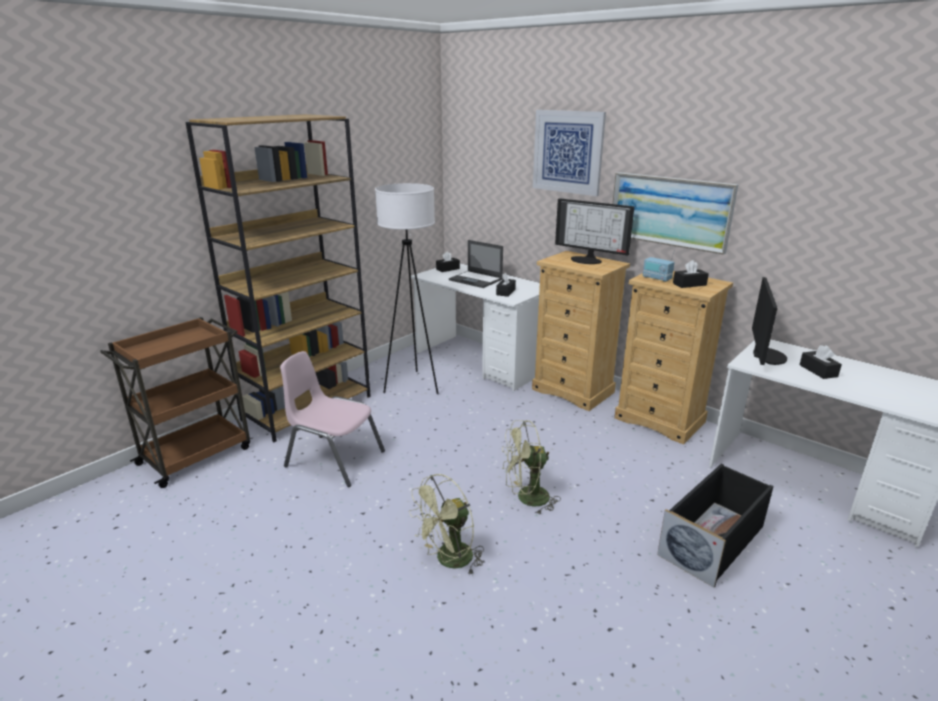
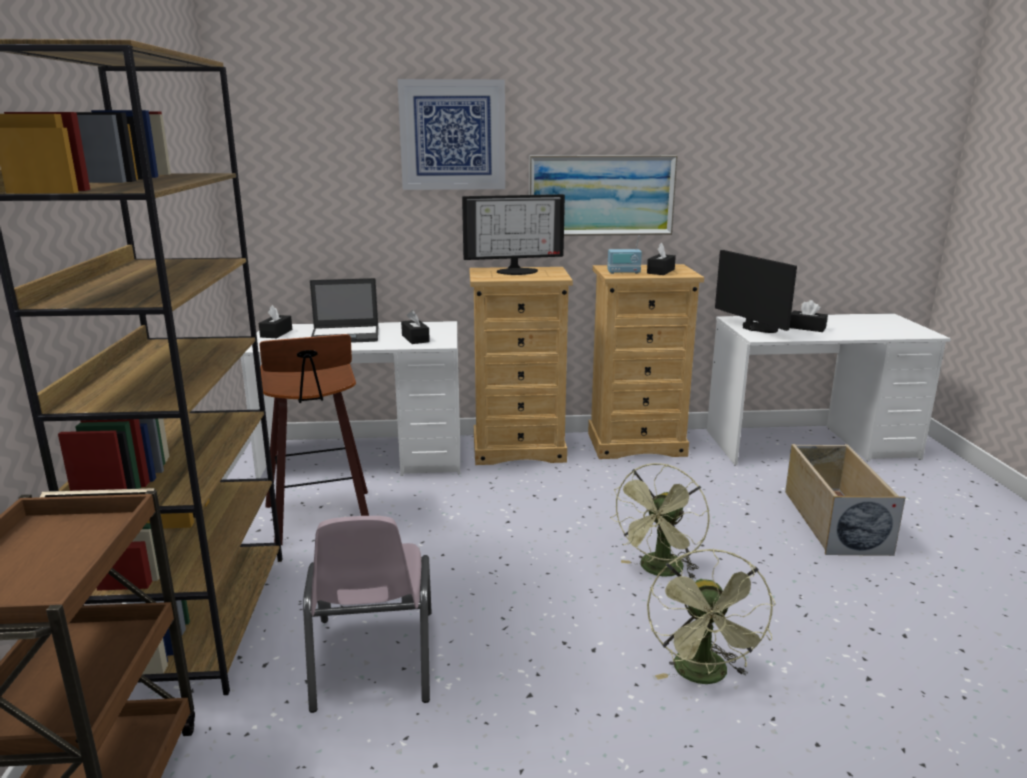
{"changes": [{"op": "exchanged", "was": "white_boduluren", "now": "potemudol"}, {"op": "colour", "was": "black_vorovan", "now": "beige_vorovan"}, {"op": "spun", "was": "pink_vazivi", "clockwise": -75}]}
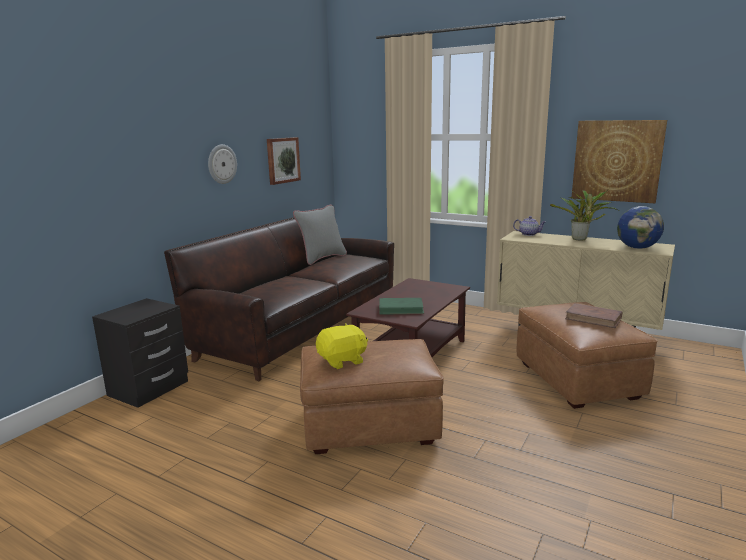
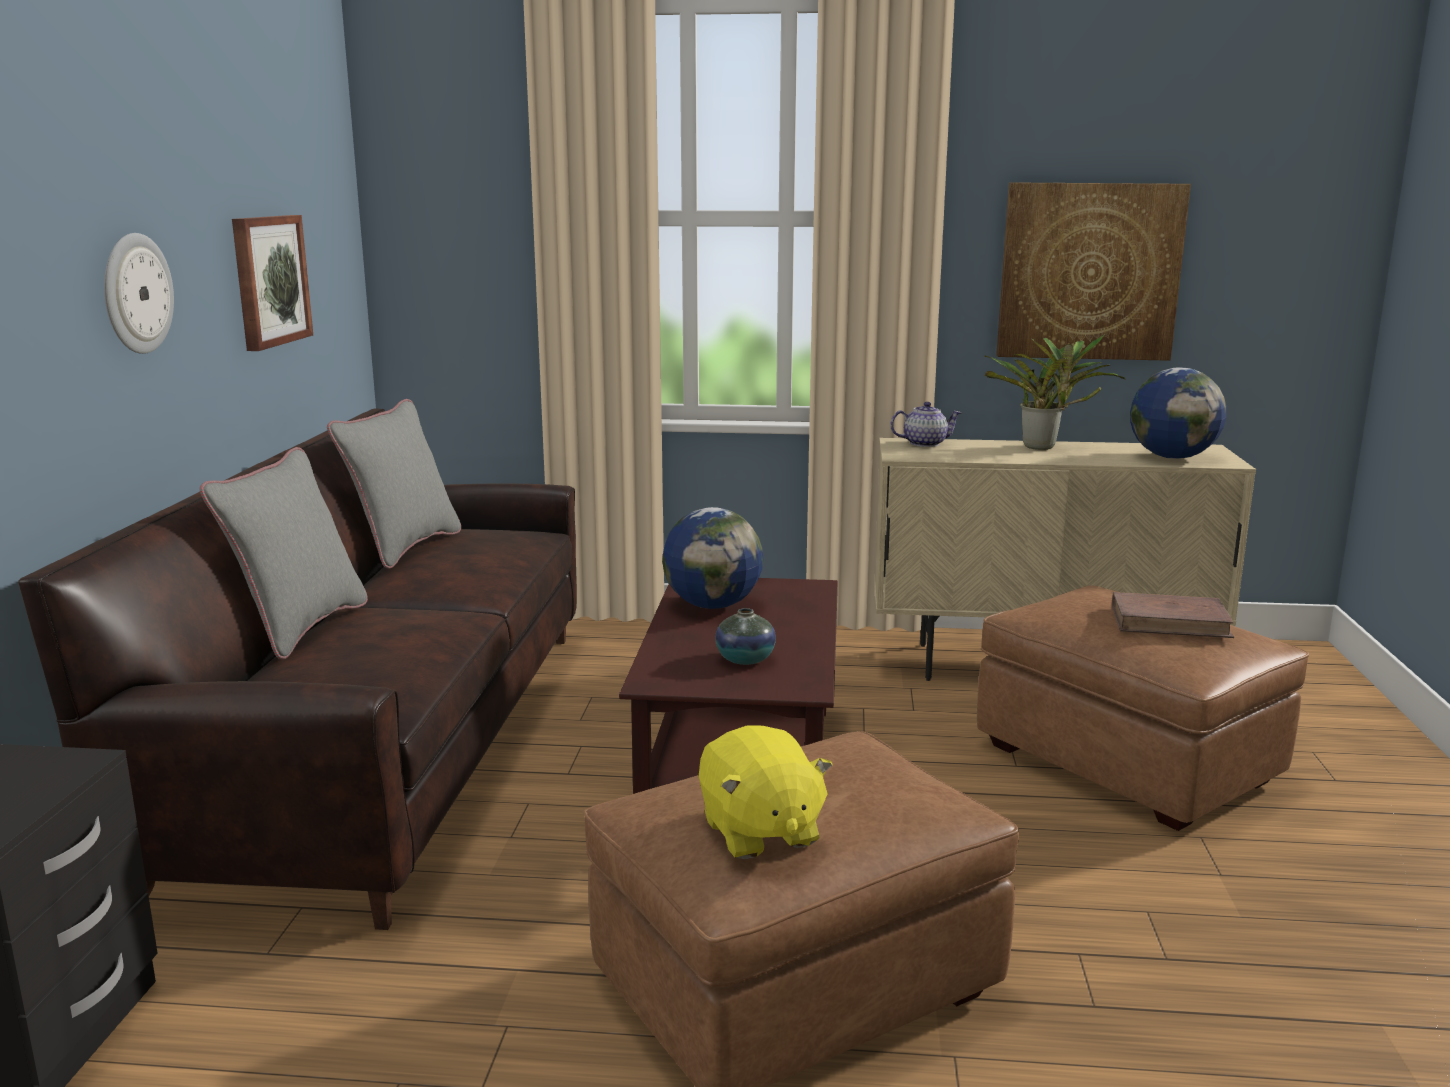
{"changes": [{"op": "appeared", "now": "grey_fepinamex (no. 1 from left)"}, {"op": "appeared", "now": "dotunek (no. 1 from left)"}, {"op": "exchanged", "was": "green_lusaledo", "now": "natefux"}, {"op": "spun", "was": "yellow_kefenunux", "clockwise": 120}]}
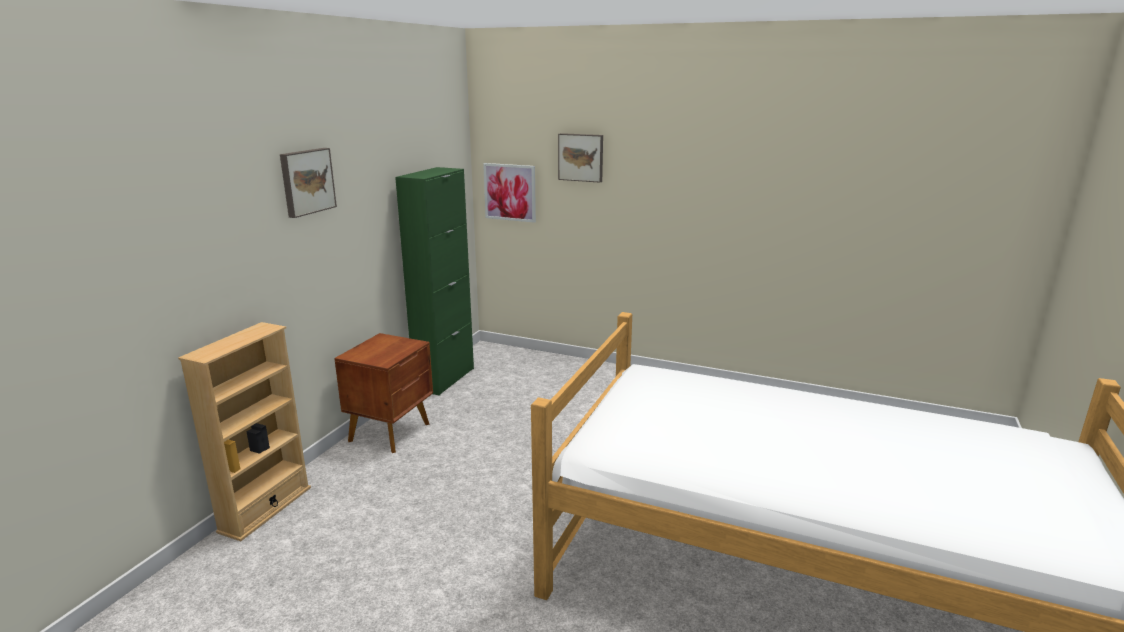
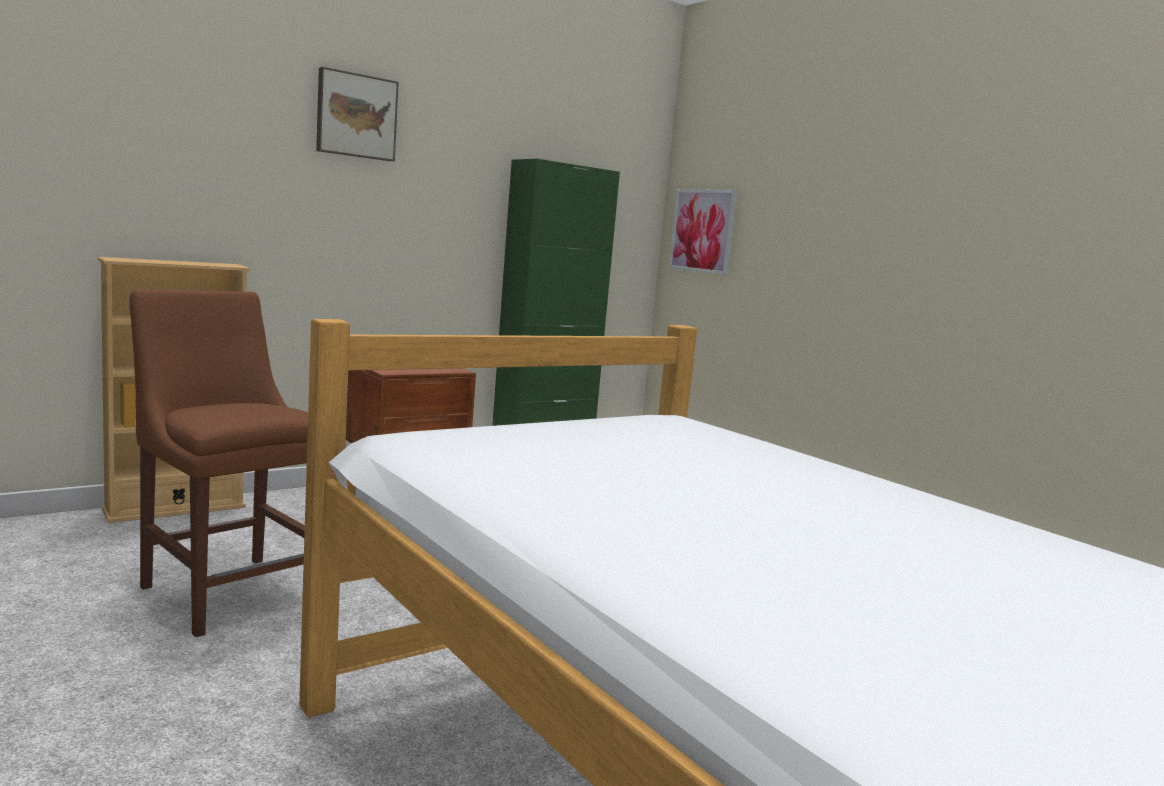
{"changes": [{"op": "missing", "was": "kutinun (no. 3 from left)"}, {"op": "appeared", "now": "brown_vazivi"}]}
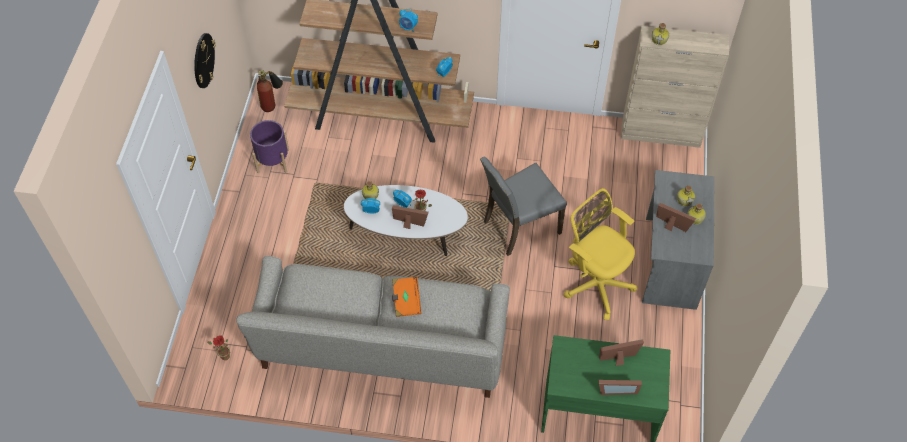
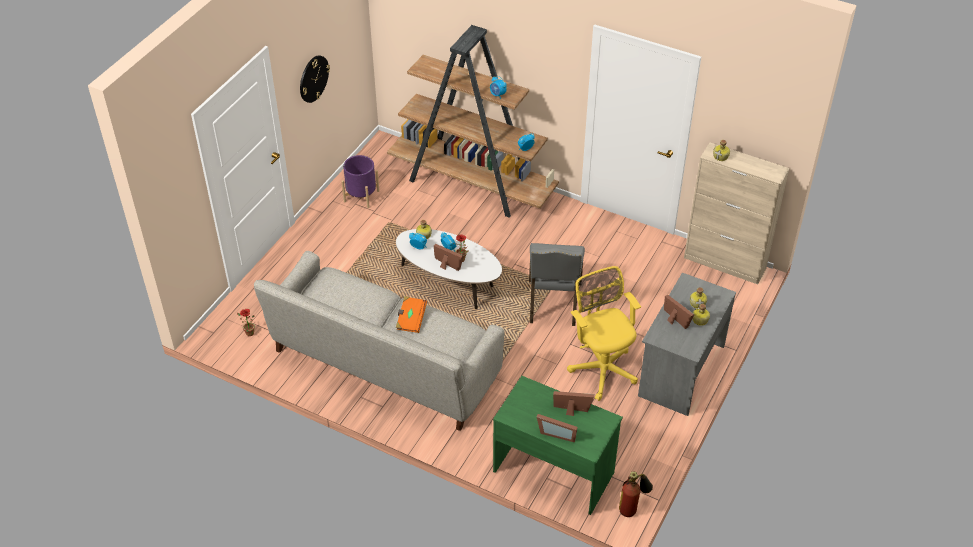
{"changes": [{"op": "relocated", "was": "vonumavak"}, {"op": "spun", "was": "grey_vazivi", "clockwise": -75}]}
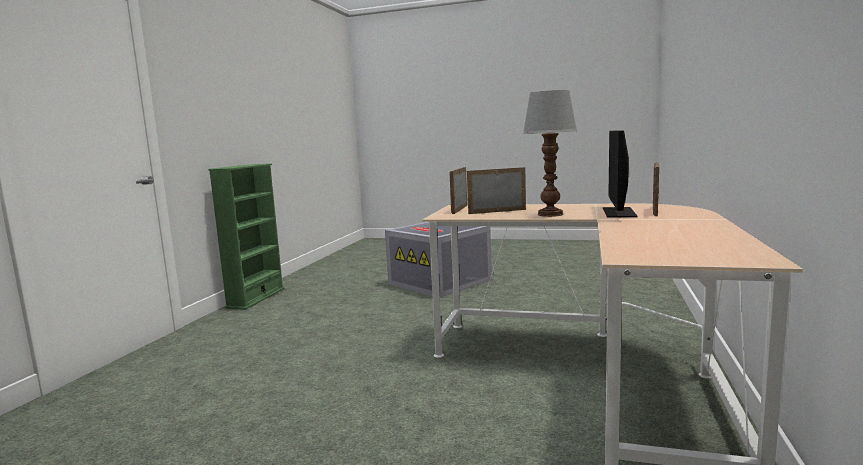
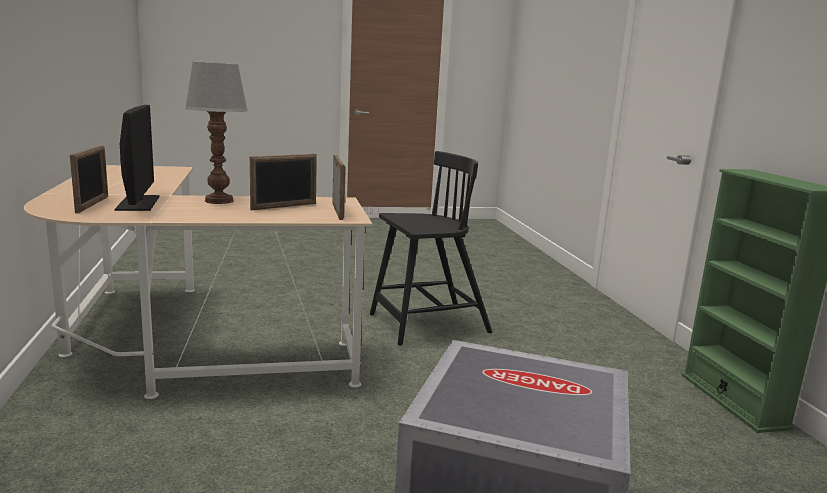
{"changes": [{"op": "appeared", "now": "black_vazivi"}]}
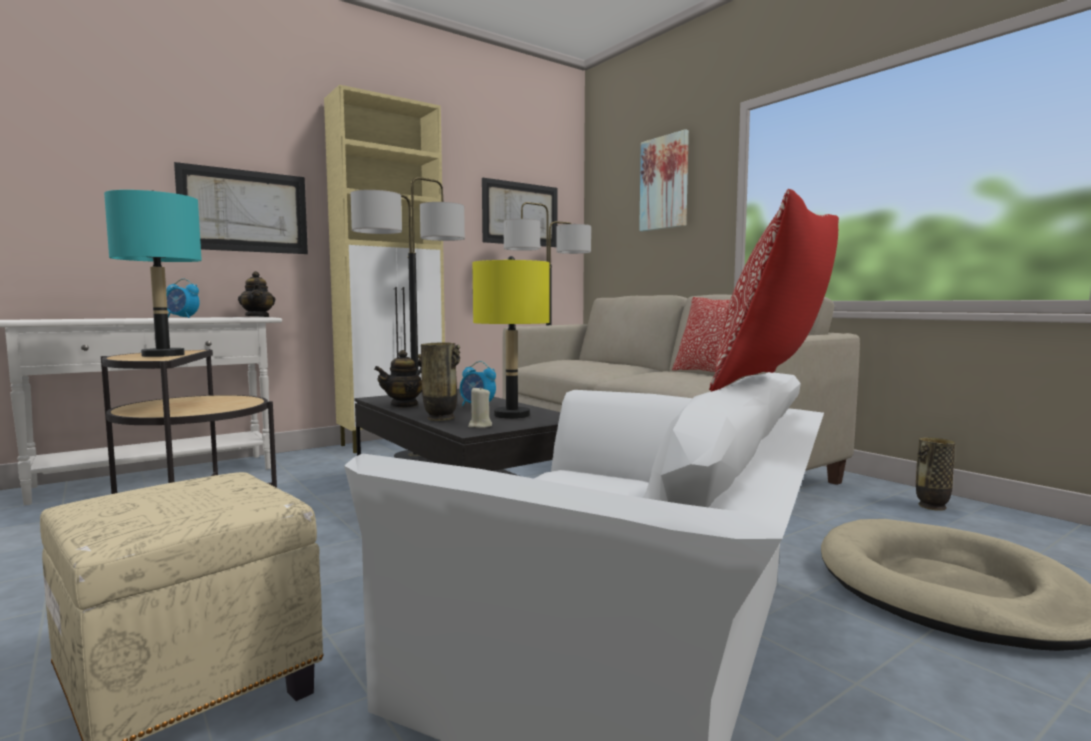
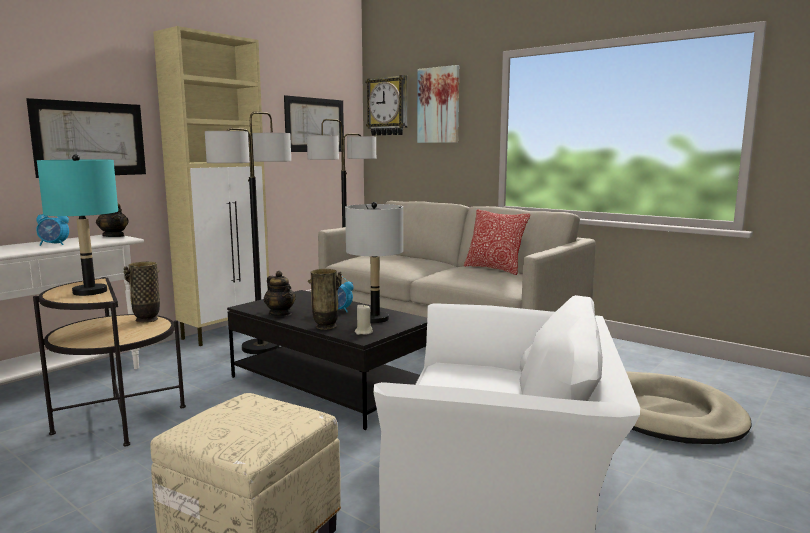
{"changes": [{"op": "missing", "was": "fepinamex (no. 2 from left)"}, {"op": "appeared", "now": "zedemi"}, {"op": "relocated", "was": "natefux (no. 2 from left in the first image)", "now": "natefux (no. 1 from left)"}, {"op": "colour", "was": "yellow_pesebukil", "now": "grey_pesebukil"}, {"op": "spun", "was": "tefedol (no. 2 from left)", "clockwise": -75}]}
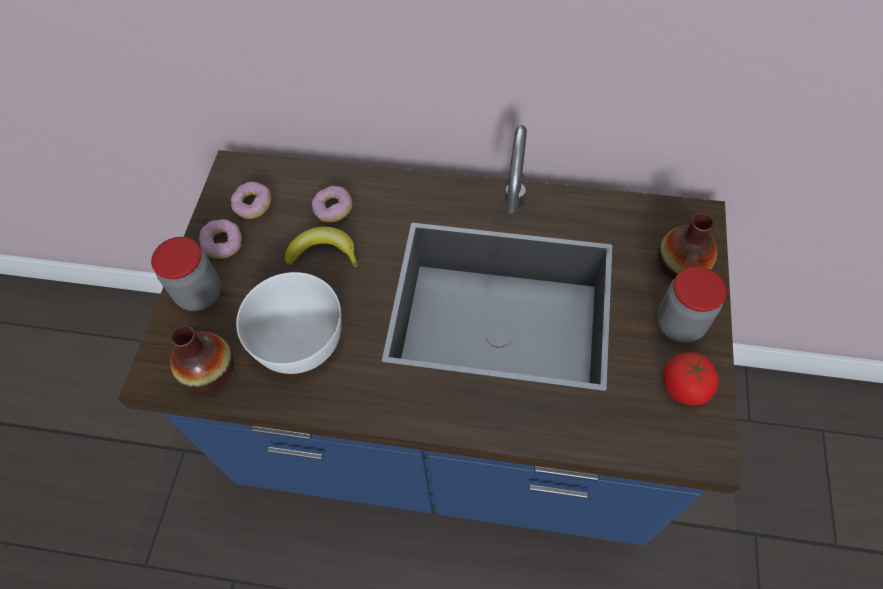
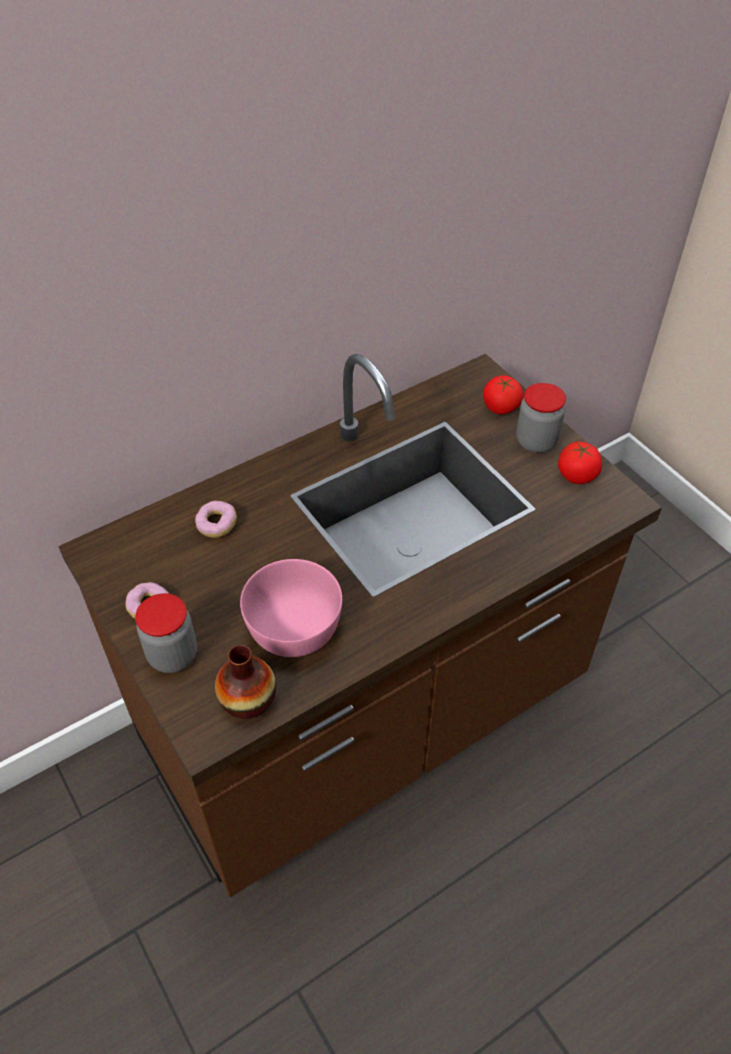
{"changes": [{"op": "missing", "was": "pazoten (no. 2 from left)"}, {"op": "missing", "was": "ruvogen"}, {"op": "exchanged", "was": "natefux (no. 2 from left)", "now": "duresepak (no. 1 from left)"}, {"op": "colour", "was": "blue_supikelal", "now": "brown_supikelal"}, {"op": "colour", "was": "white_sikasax", "now": "pink_sikasax"}]}
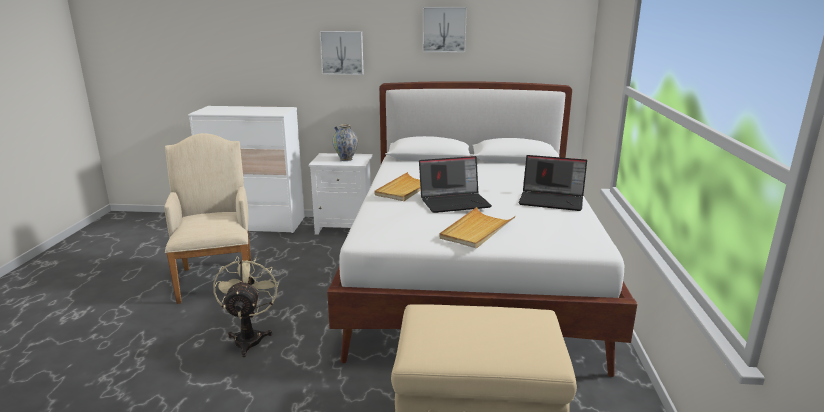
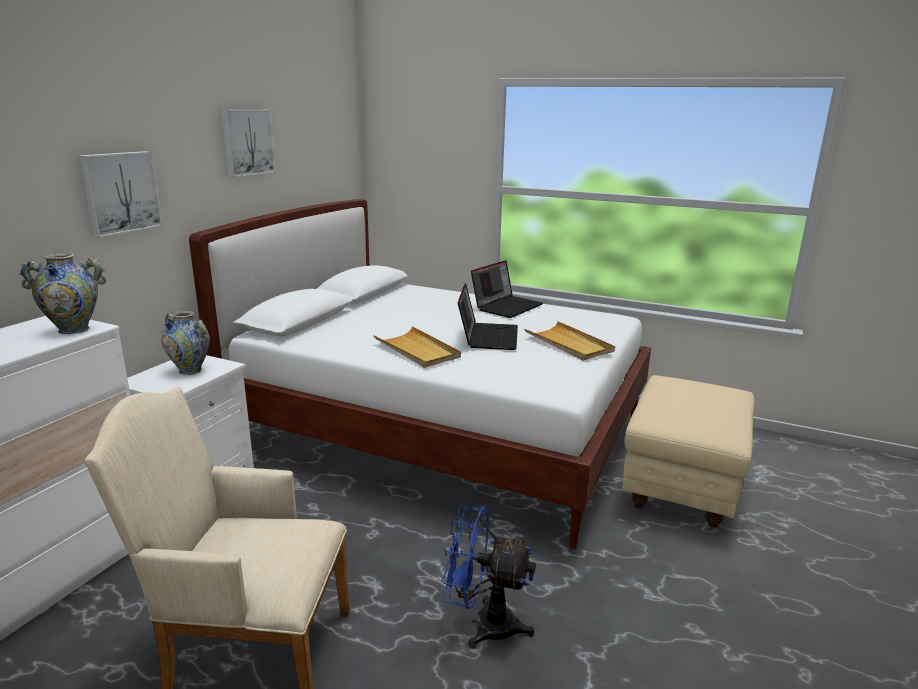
{"changes": [{"op": "appeared", "now": "natefux (no. 1 from left)"}, {"op": "colour", "was": "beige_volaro", "now": "blue_volaro"}]}
